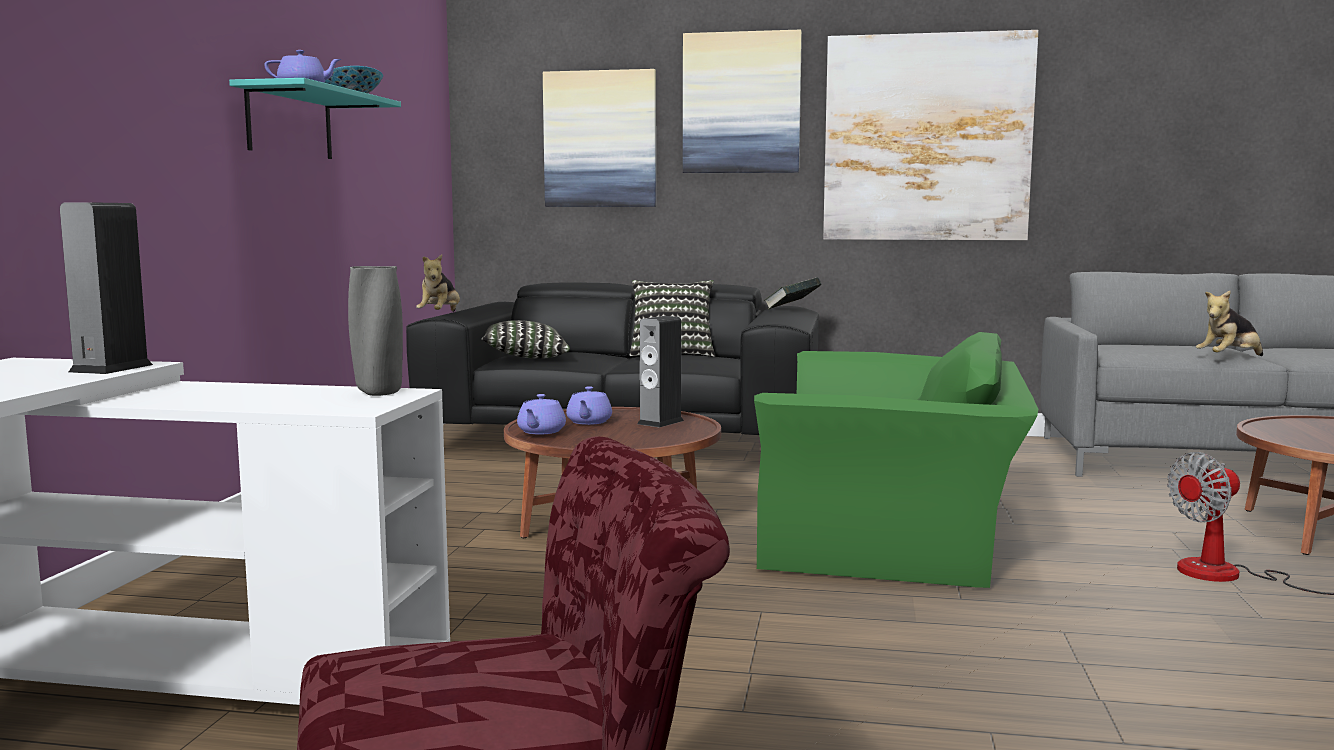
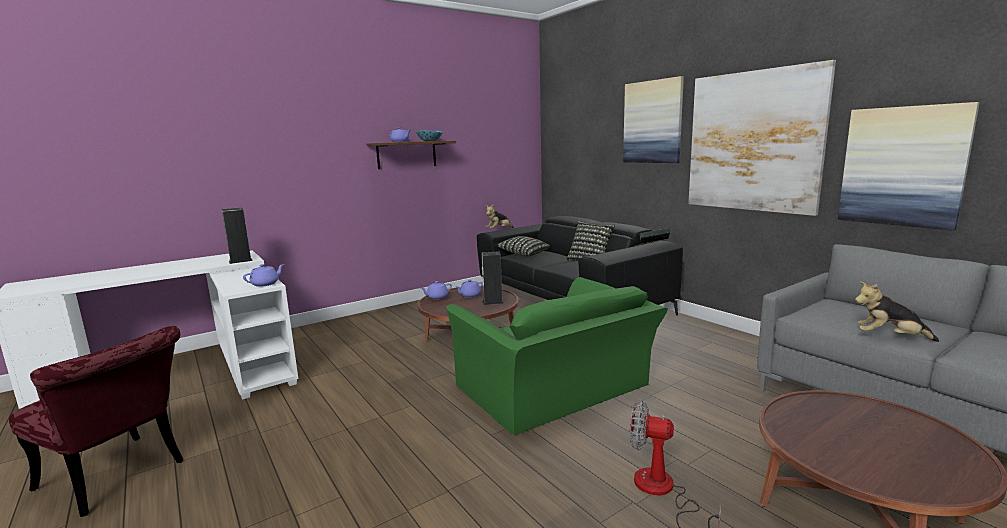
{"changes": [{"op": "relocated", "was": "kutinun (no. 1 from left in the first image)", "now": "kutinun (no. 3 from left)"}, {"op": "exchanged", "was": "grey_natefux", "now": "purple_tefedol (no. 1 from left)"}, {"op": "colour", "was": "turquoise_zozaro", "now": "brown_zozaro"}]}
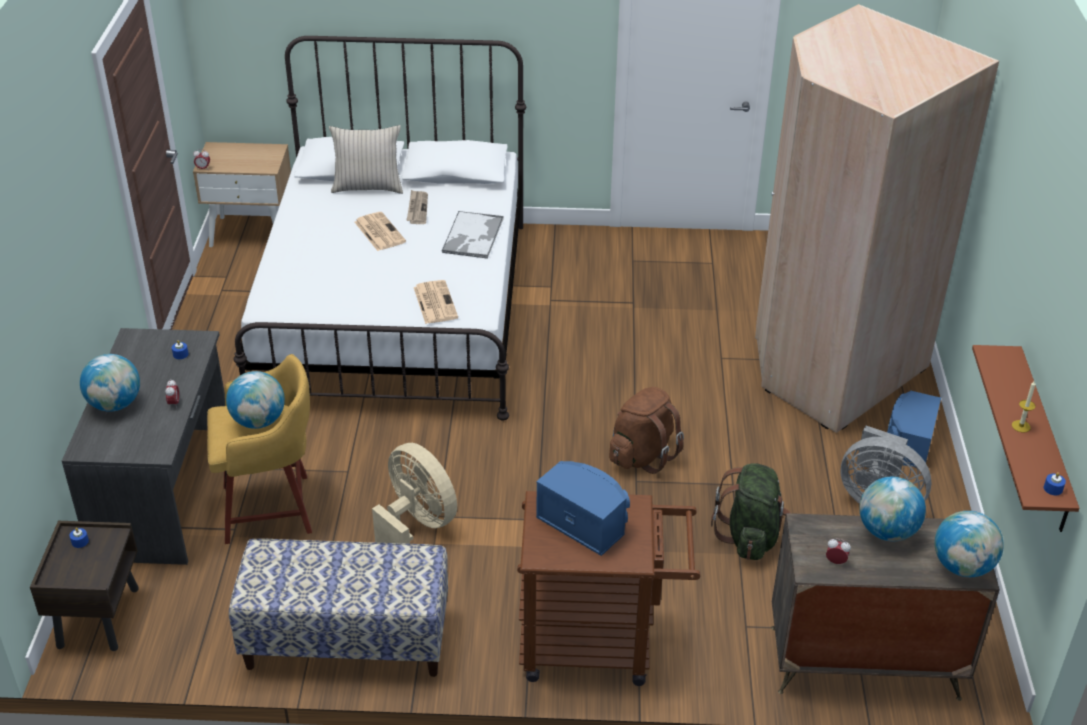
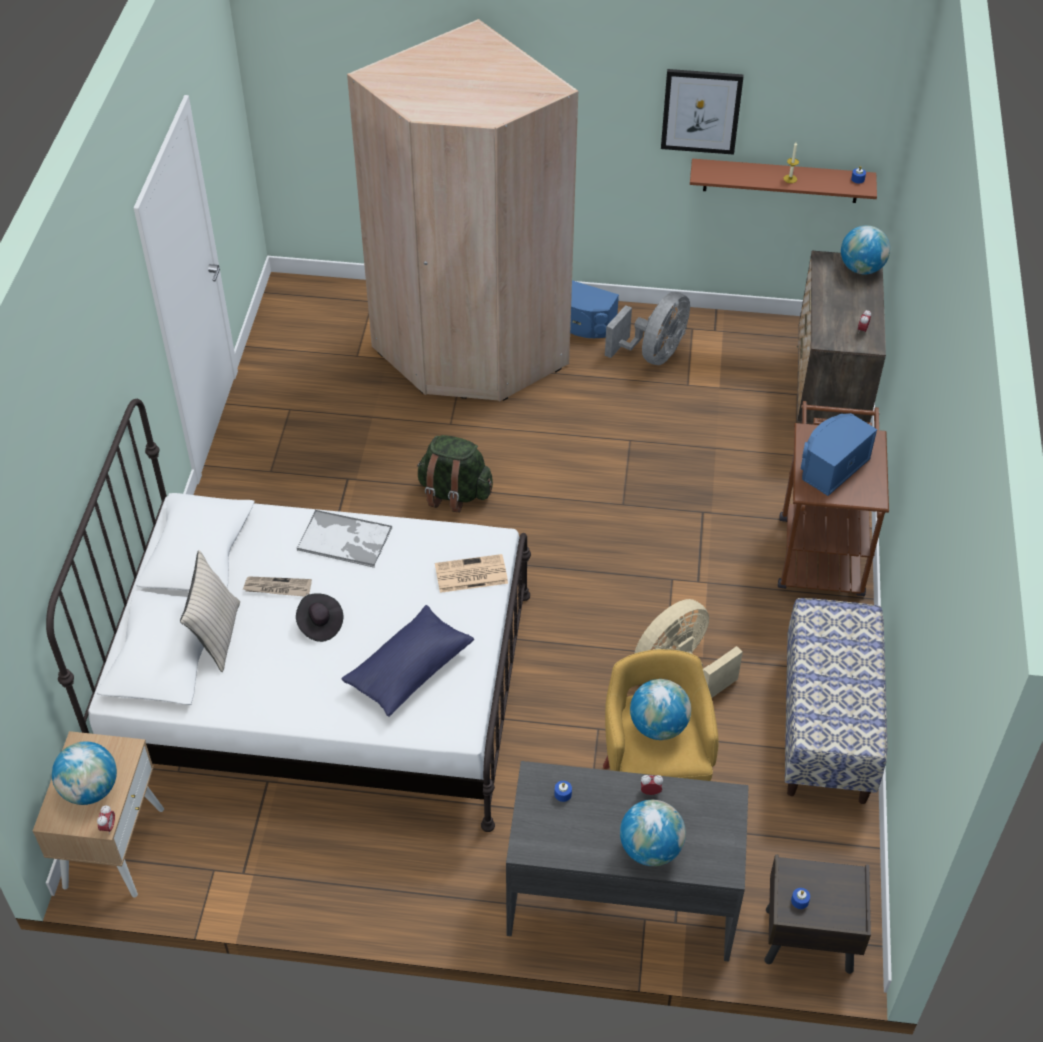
{"changes": [{"op": "missing", "was": "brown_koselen"}, {"op": "appeared", "now": "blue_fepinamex"}, {"op": "appeared", "now": "kutinun"}, {"op": "relocated", "was": "green_koselen"}, {"op": "relocated", "was": "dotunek (no. 3 from left in the first image)", "now": "dotunek (no. 1 from left)"}, {"op": "exchanged", "was": "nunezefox (no. 1 from left)", "now": "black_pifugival"}]}
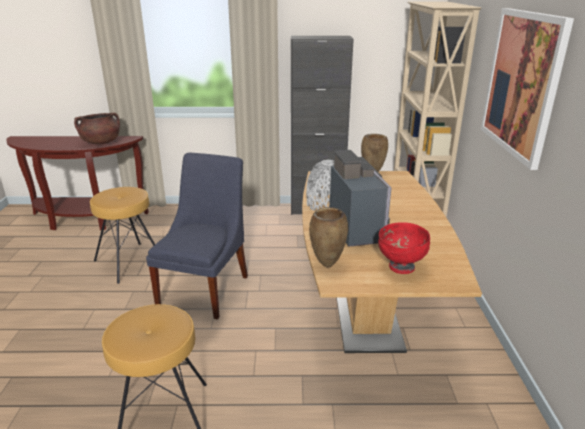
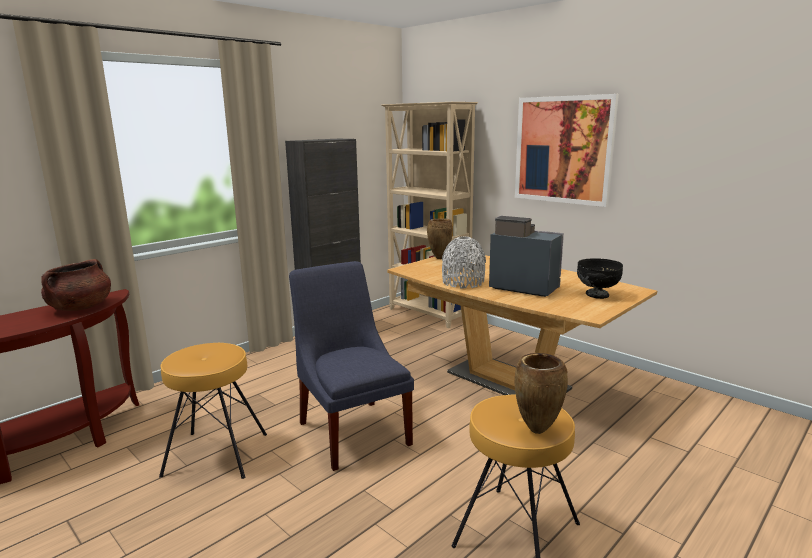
{"changes": [{"op": "relocated", "was": "brown_natefux (no. 1 from left in the first image)", "now": "brown_natefux (no. 2 from left)"}, {"op": "colour", "was": "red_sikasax", "now": "black_sikasax"}]}
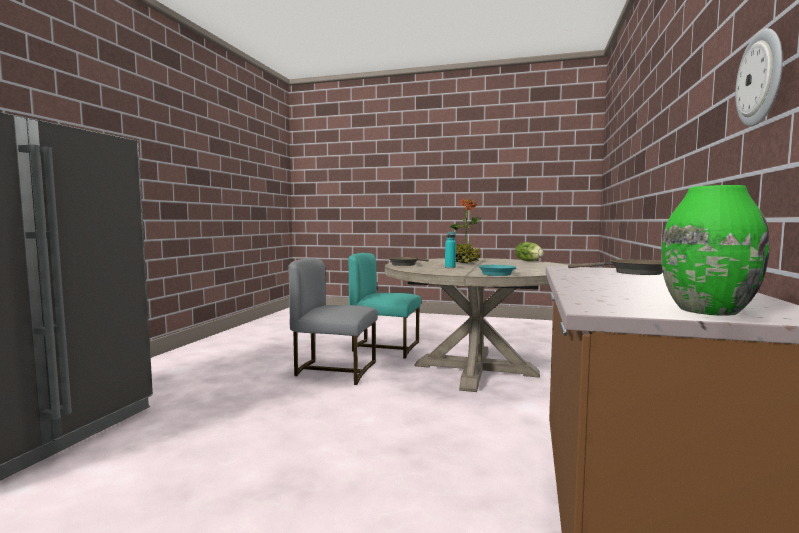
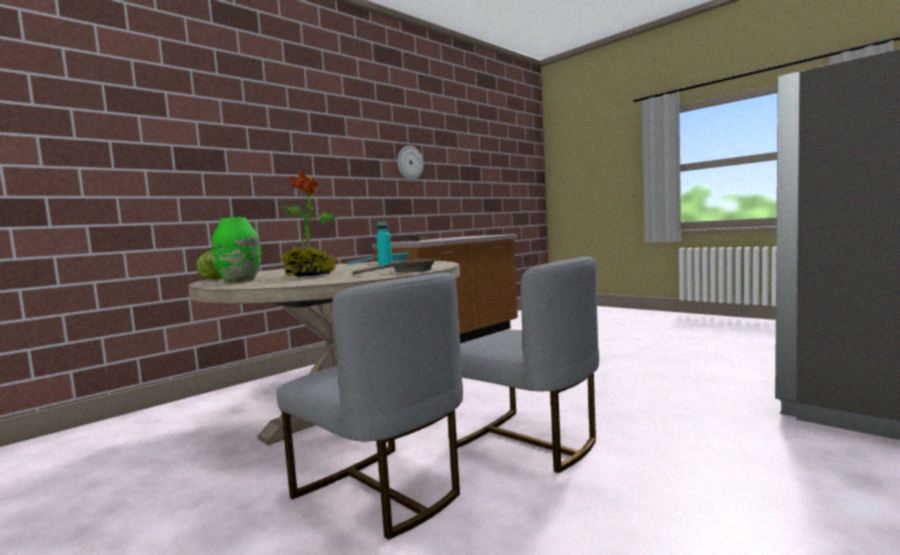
{"changes": [{"op": "relocated", "was": "green_natefux"}, {"op": "colour", "was": "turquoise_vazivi", "now": "grey_vazivi (no. 1 from left)"}]}
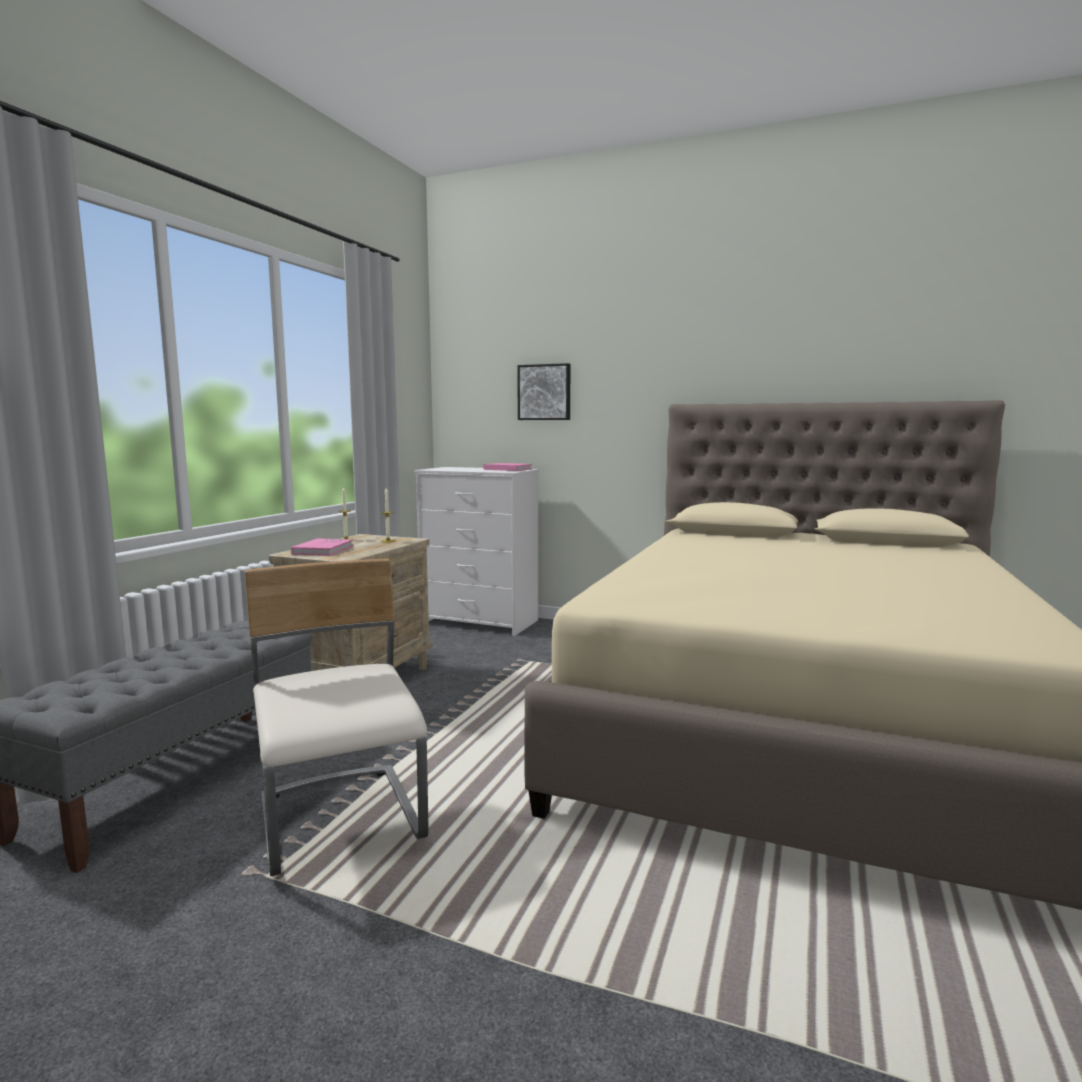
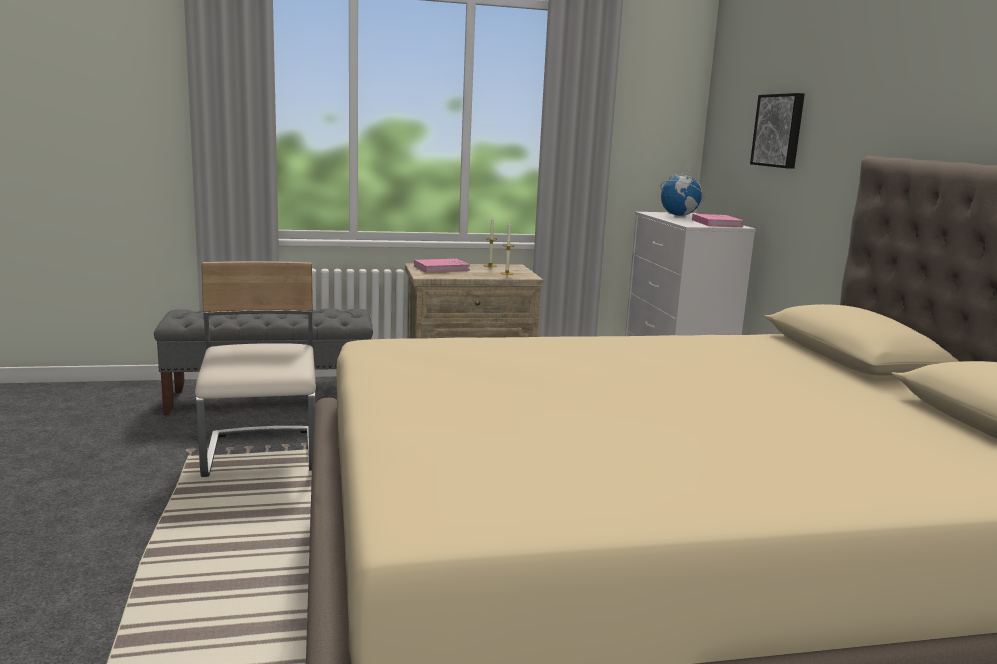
{"changes": [{"op": "appeared", "now": "dotunek"}, {"op": "spun", "was": "beige_vazivi", "clockwise": -45}]}
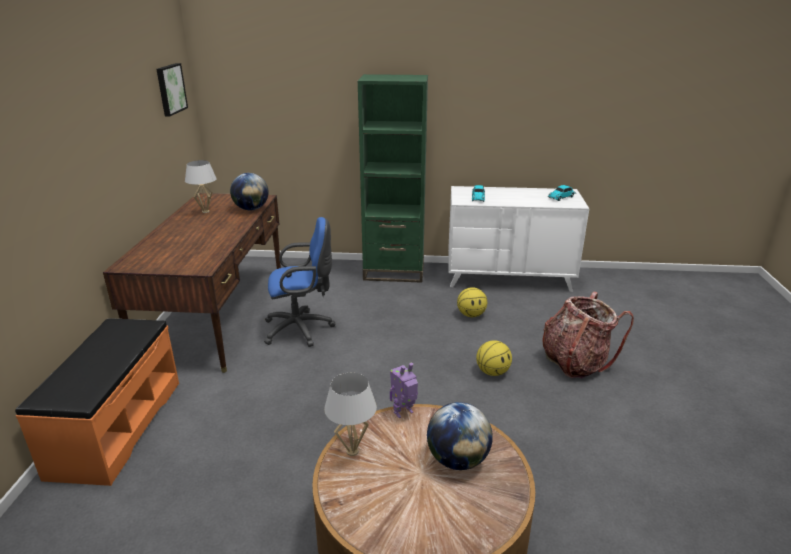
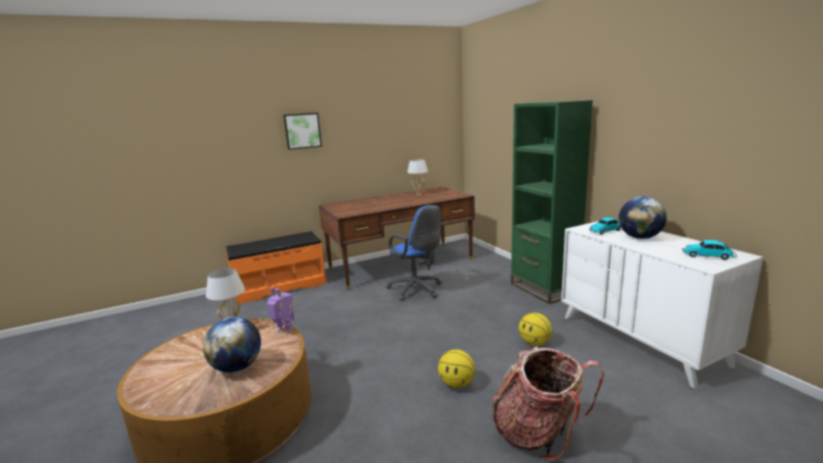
{"changes": [{"op": "relocated", "was": "kutinun"}, {"op": "relocated", "was": "dotunek (no. 1 from left in the first image)", "now": "dotunek (no. 2 from left)"}]}
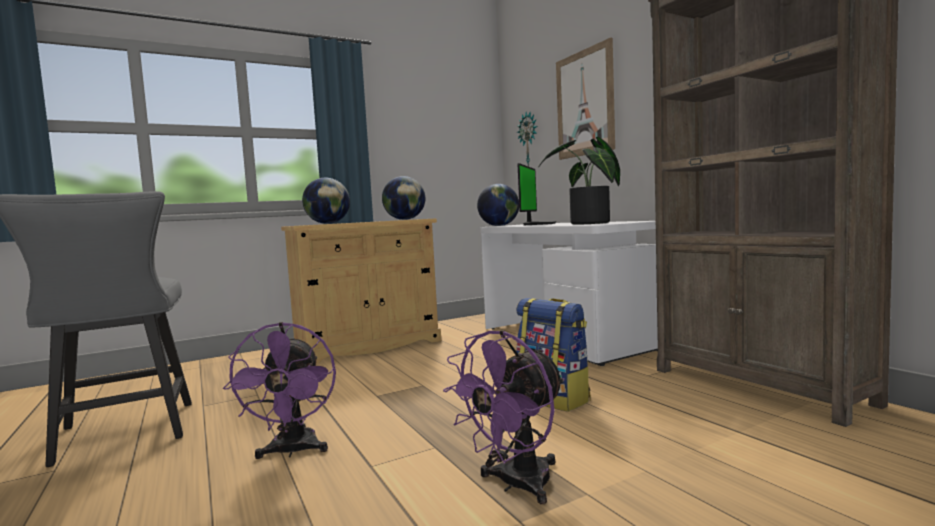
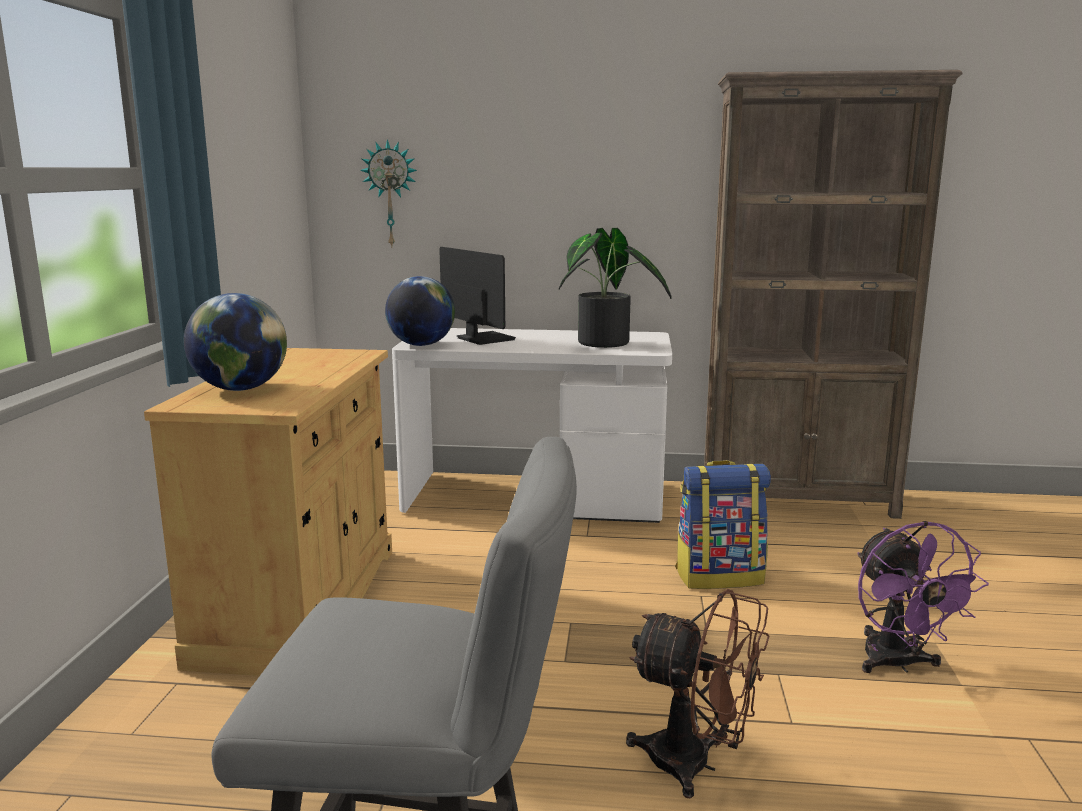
{"changes": [{"op": "missing", "was": "dotunek (no. 2 from left)"}, {"op": "missing", "was": "kutinun"}, {"op": "colour", "was": "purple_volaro (no. 1 from left)", "now": "brown_volaro"}]}
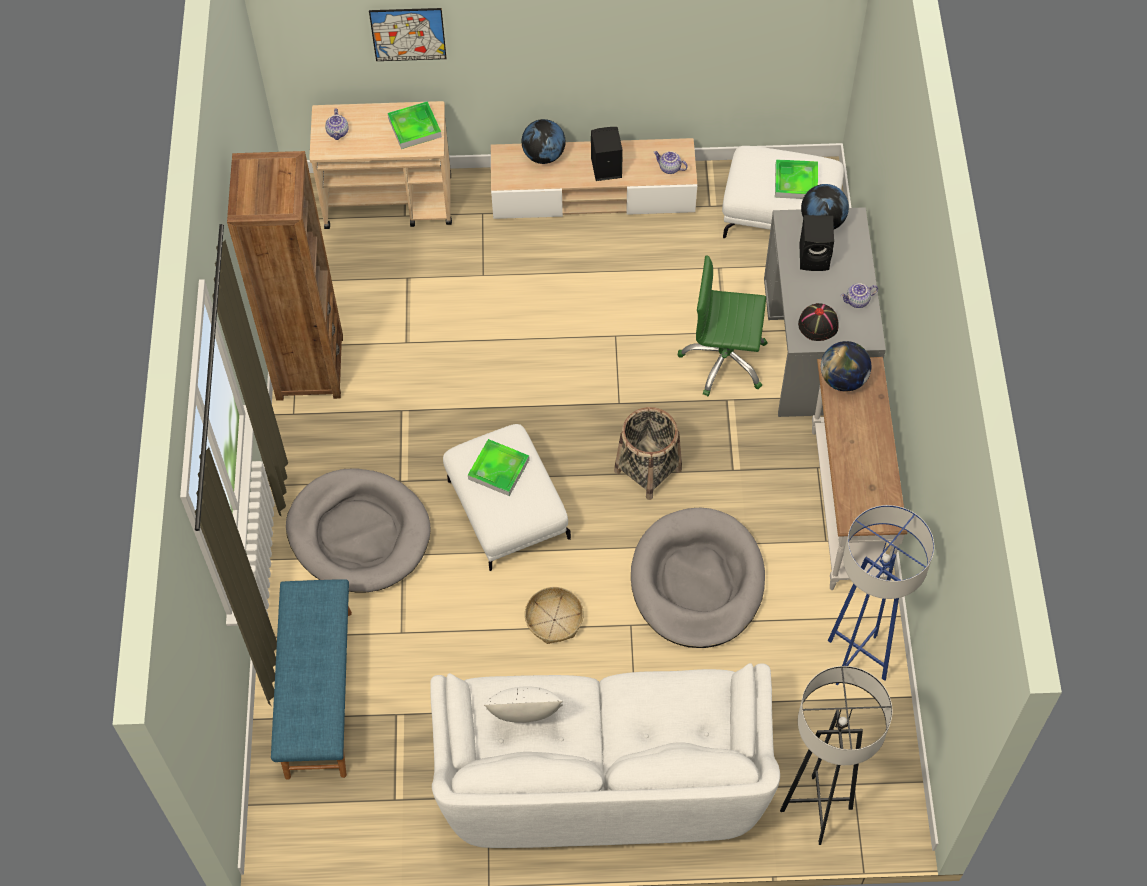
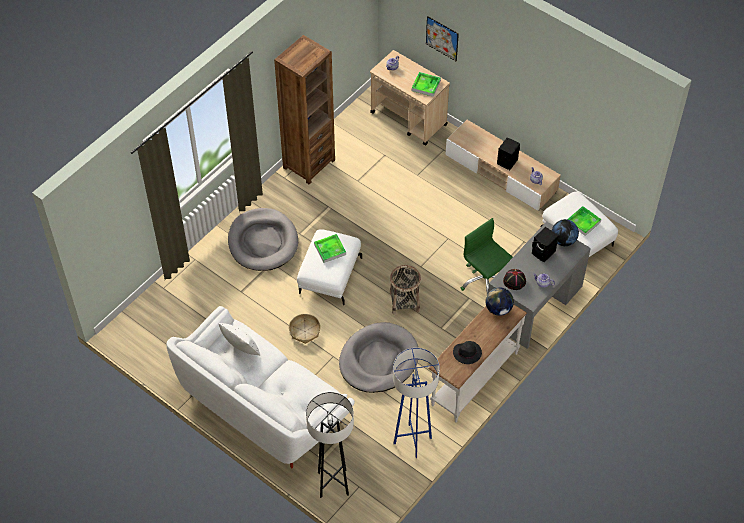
{"changes": [{"op": "missing", "was": "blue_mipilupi"}, {"op": "missing", "was": "dotunek (no. 1 from left)"}, {"op": "appeared", "now": "black_pifugival (no. 1 from left)"}]}
